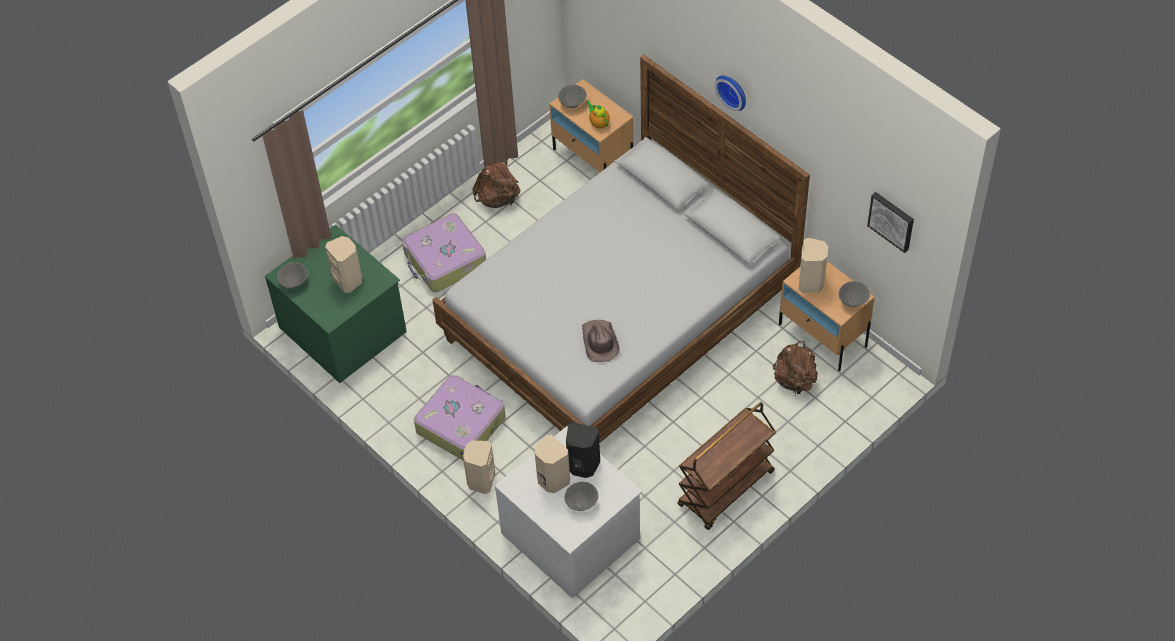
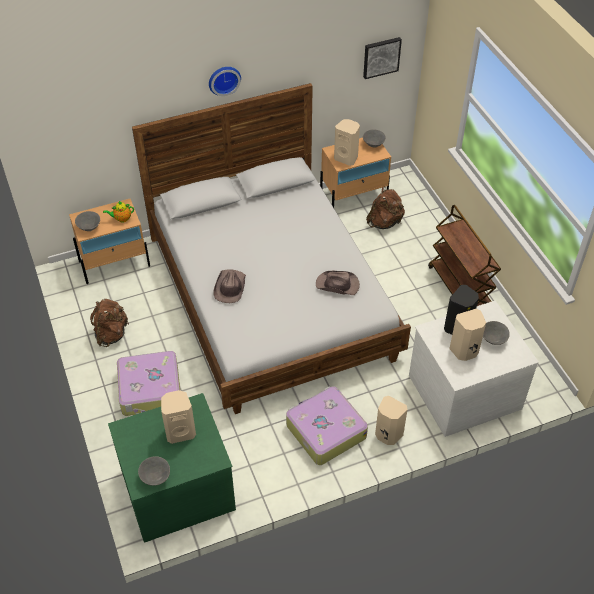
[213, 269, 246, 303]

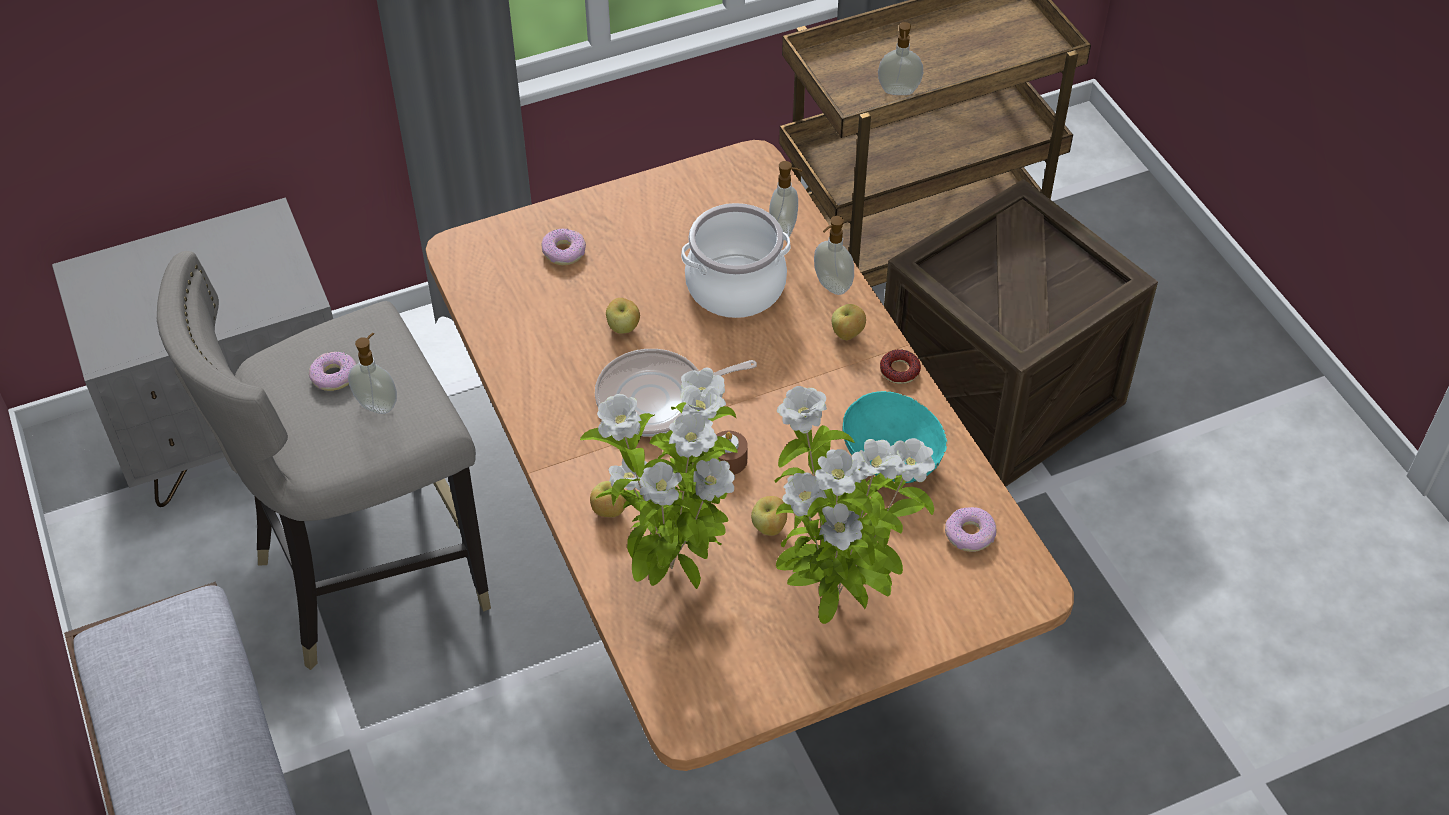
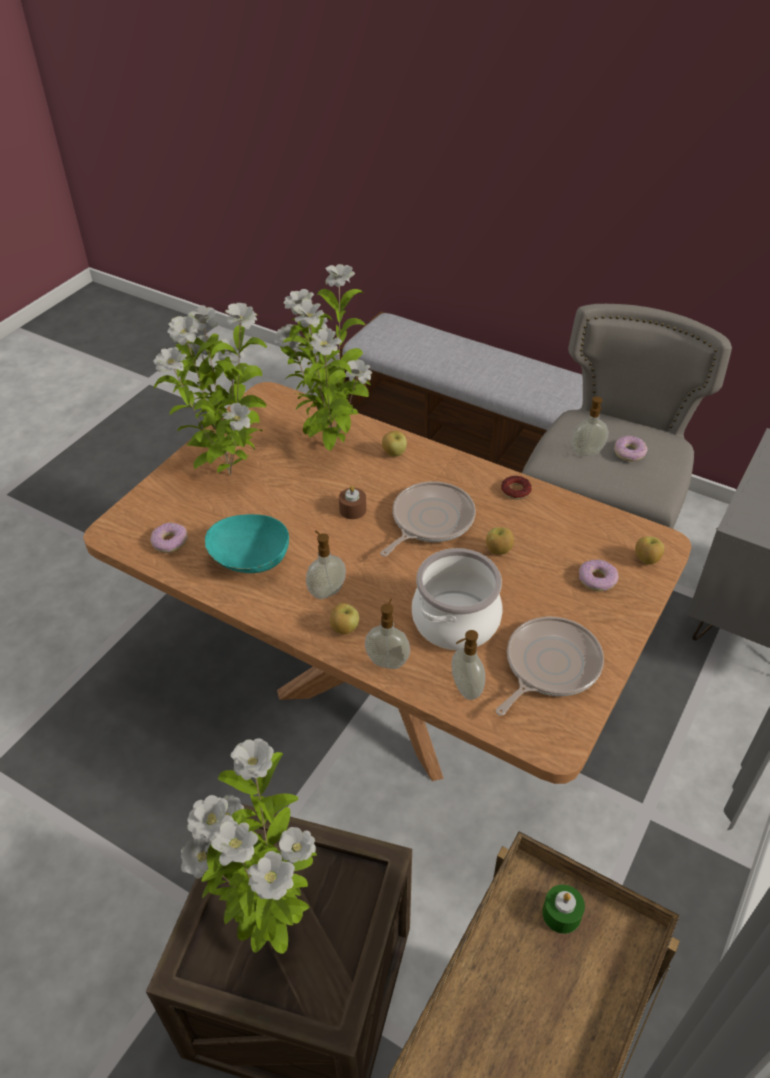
[635, 536, 664, 564]
[306, 531, 346, 599]
[501, 476, 532, 500]
[181, 738, 317, 954]
[496, 617, 604, 716]
[542, 885, 585, 934]

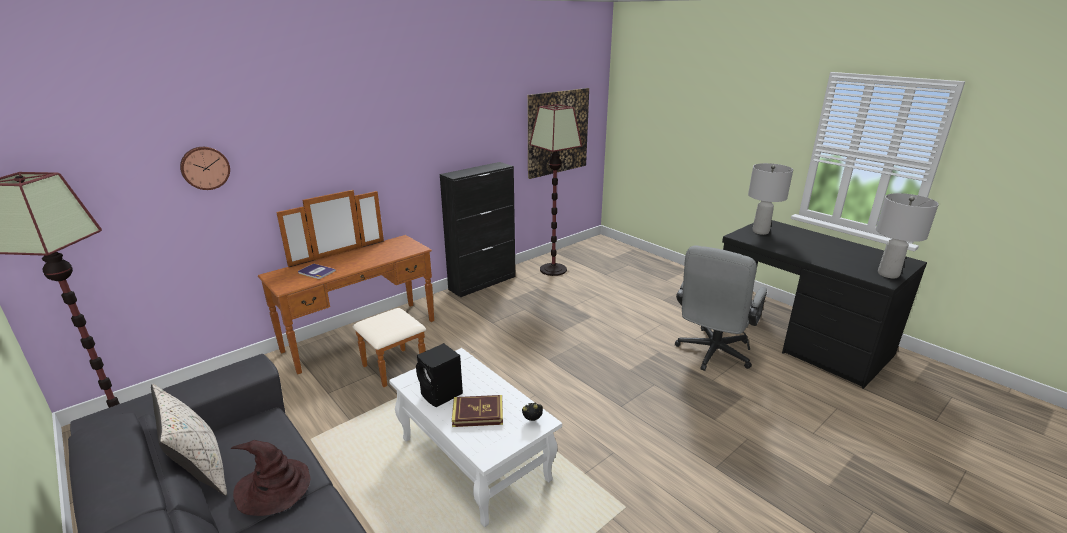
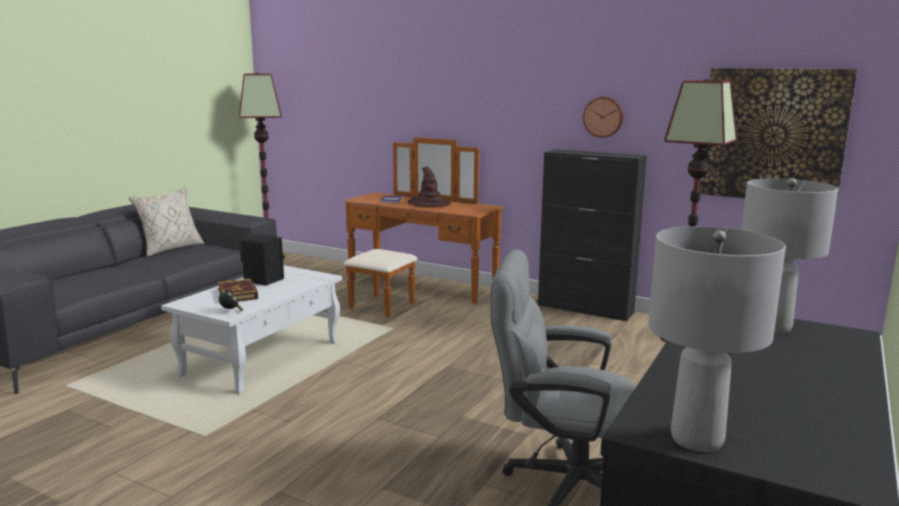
[583, 97, 623, 138]
[408, 167, 451, 207]

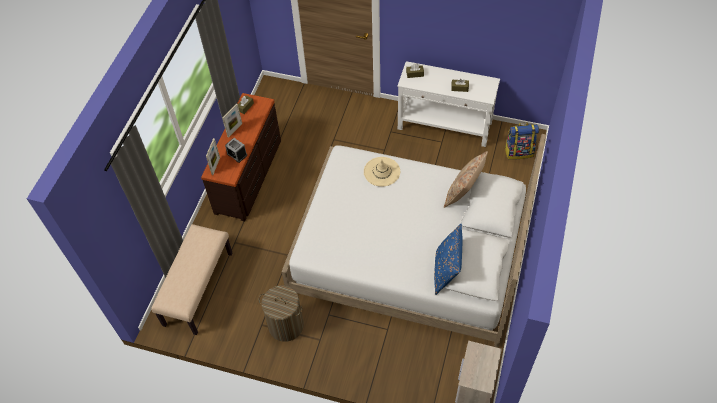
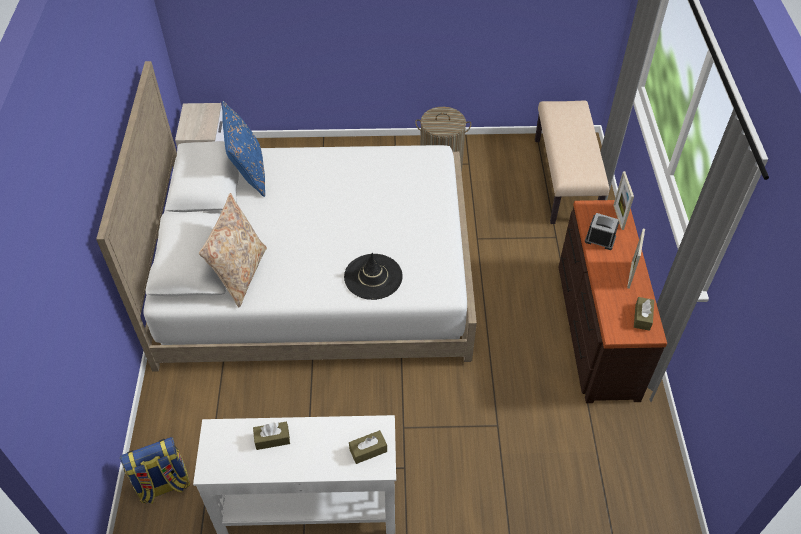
[344, 253, 403, 300]

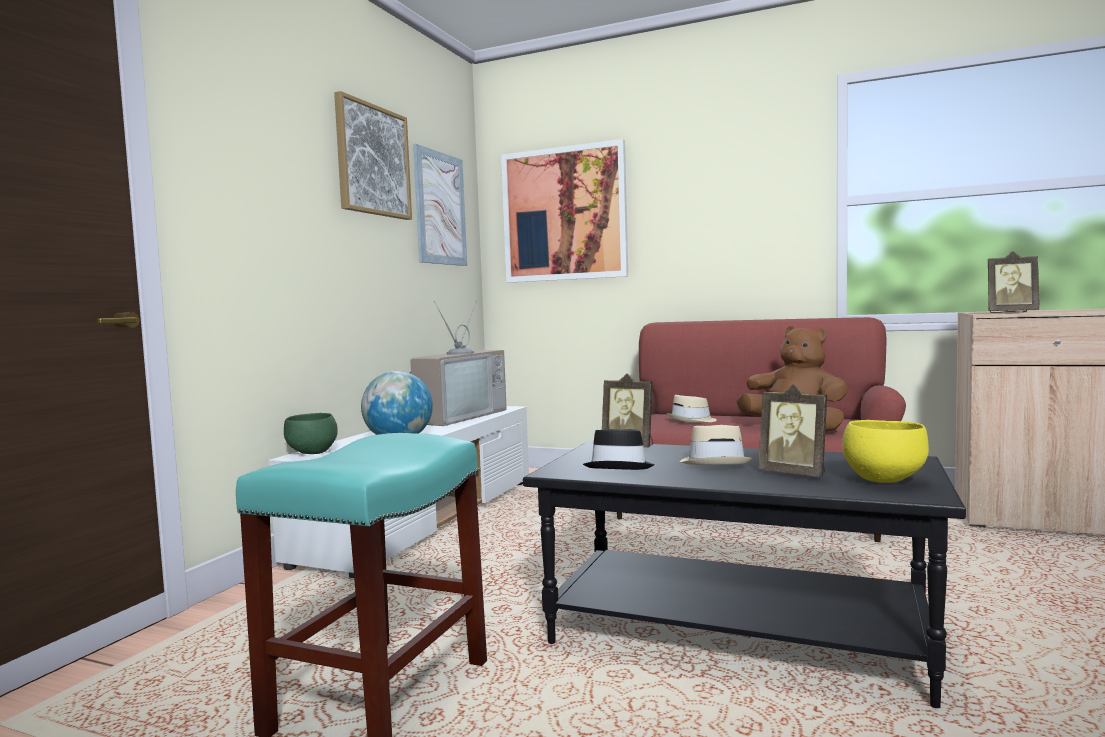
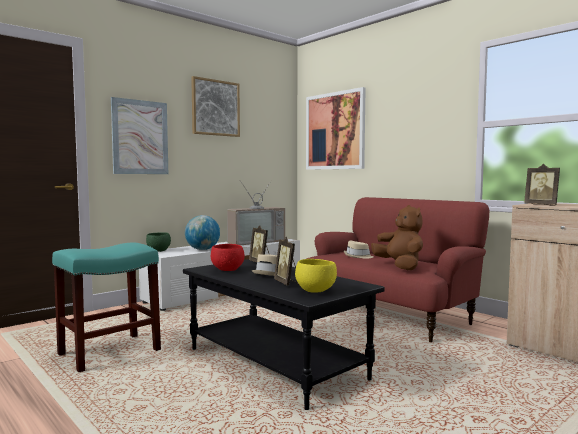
[111, 97, 168, 174]
[211, 244, 245, 271]

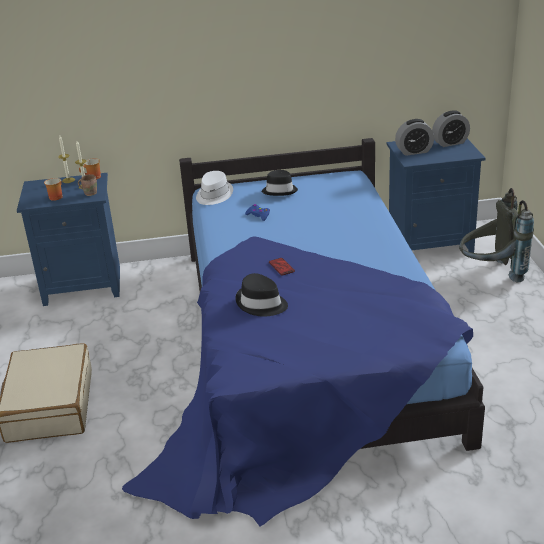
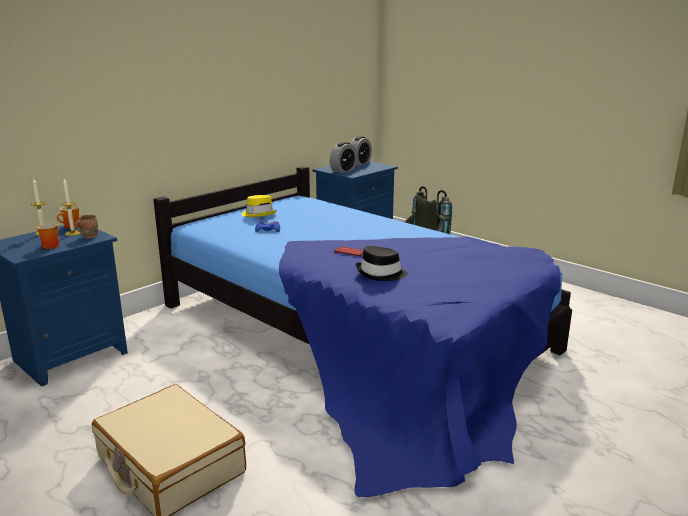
[196, 171, 233, 205] (first image)
[242, 195, 277, 217]

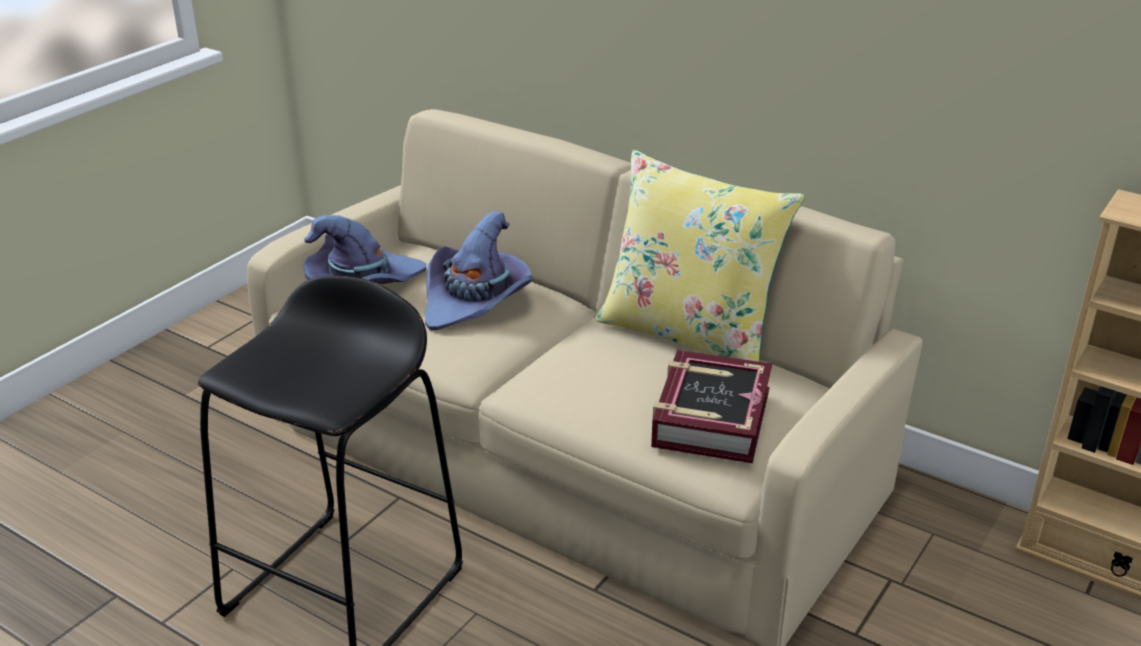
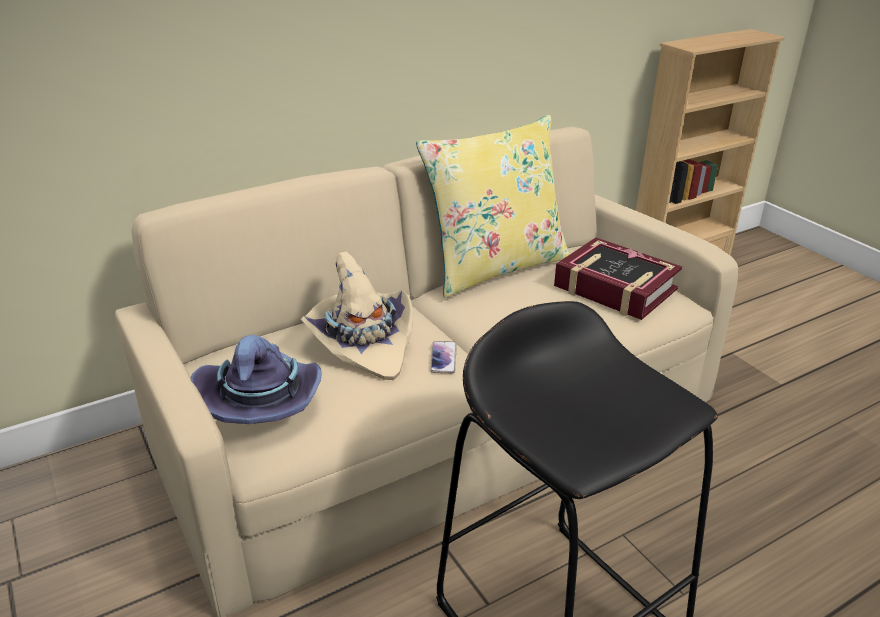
[301, 252, 414, 380]
[430, 341, 456, 373]

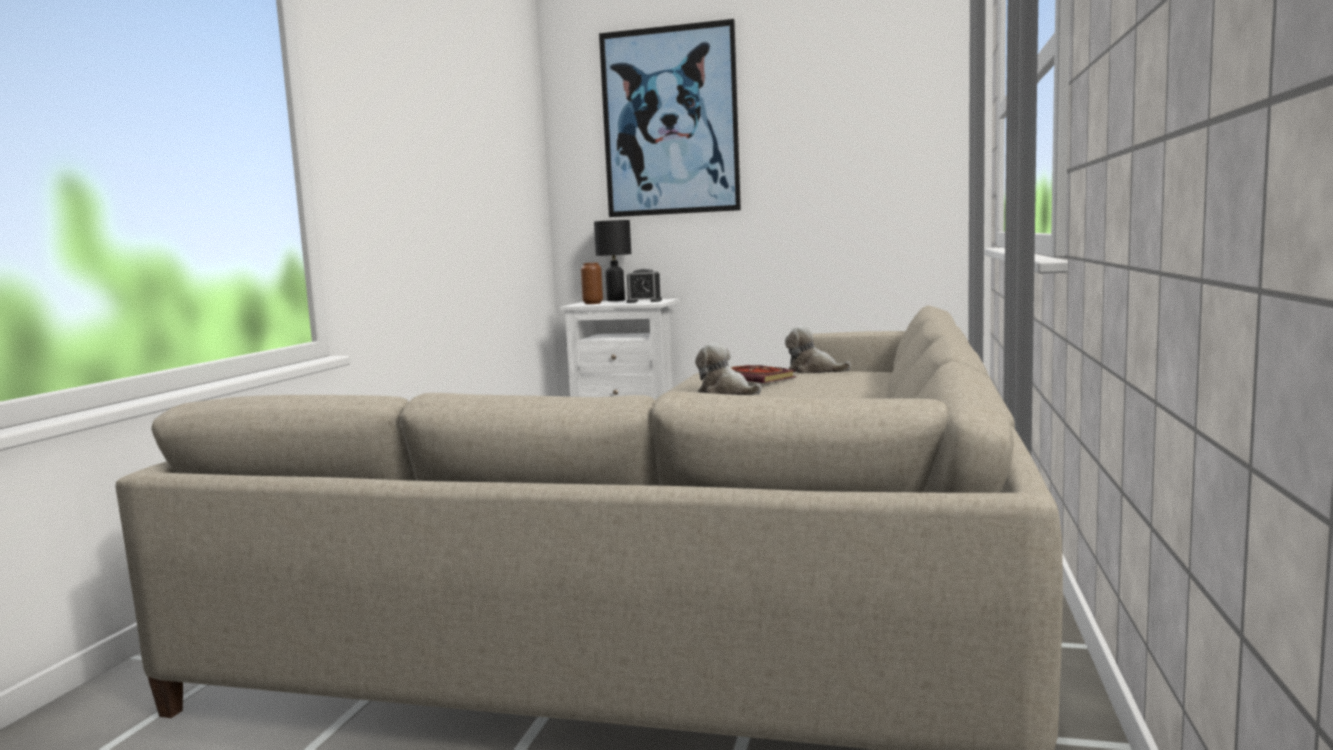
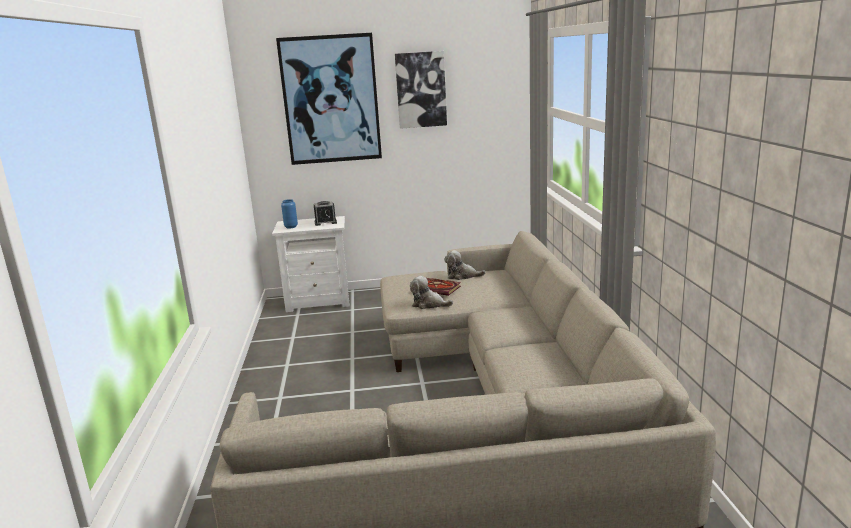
[281, 199, 298, 228]
[594, 220, 631, 301] (first image)
[395, 51, 447, 129]

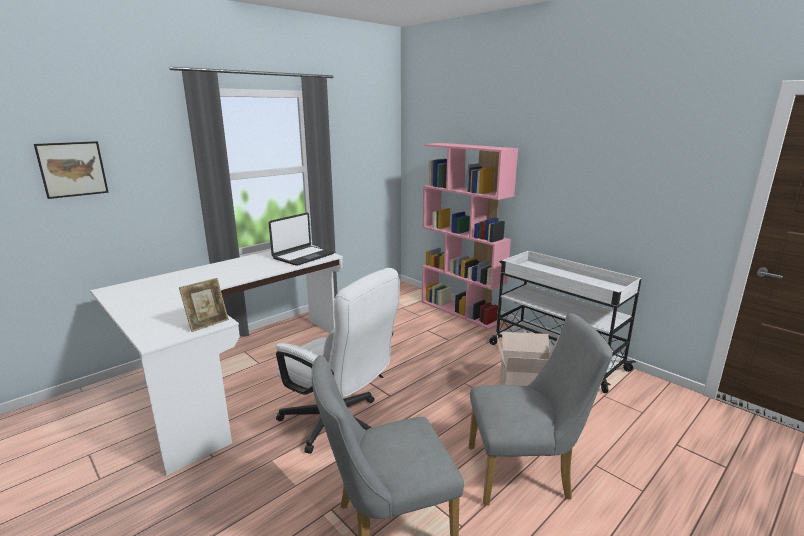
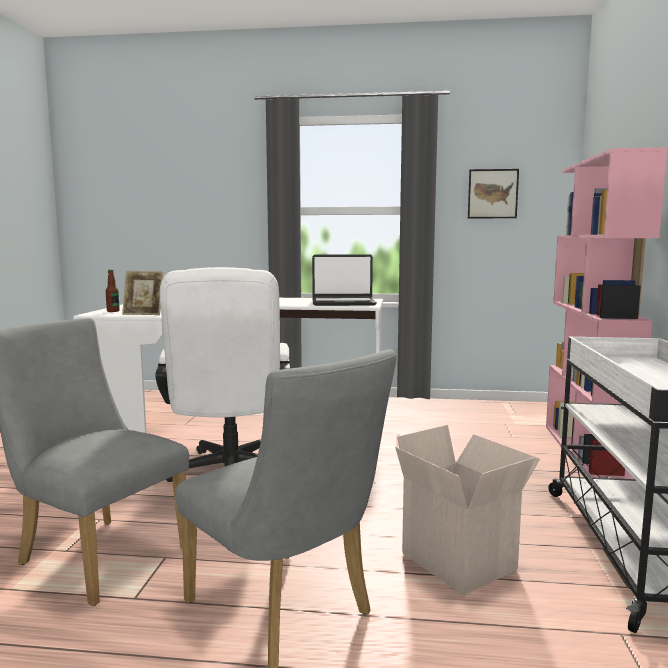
[468, 169, 519, 218]
[106, 270, 120, 312]

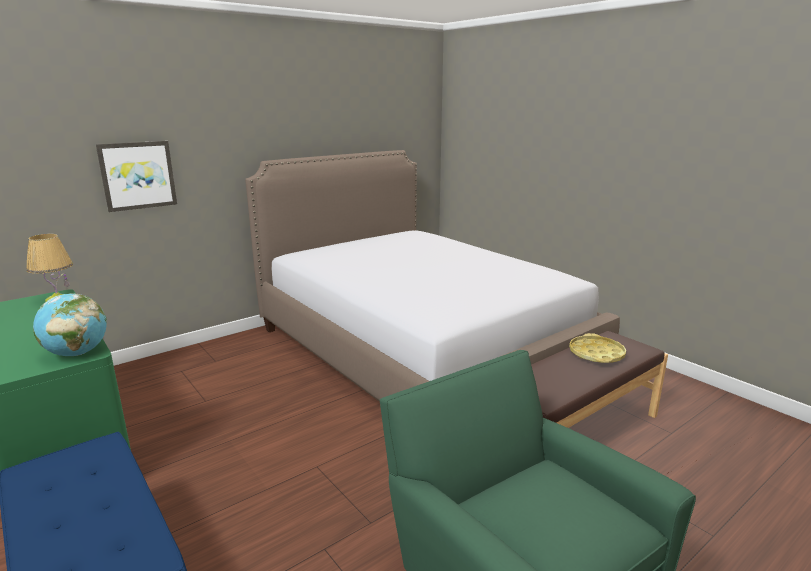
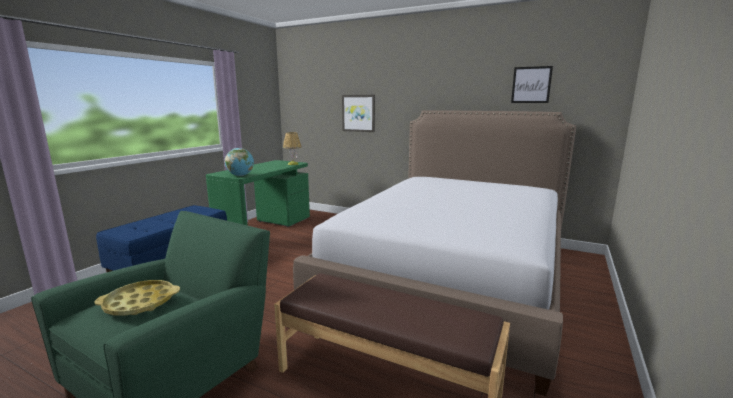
[94, 280, 180, 316]
[511, 66, 553, 103]

